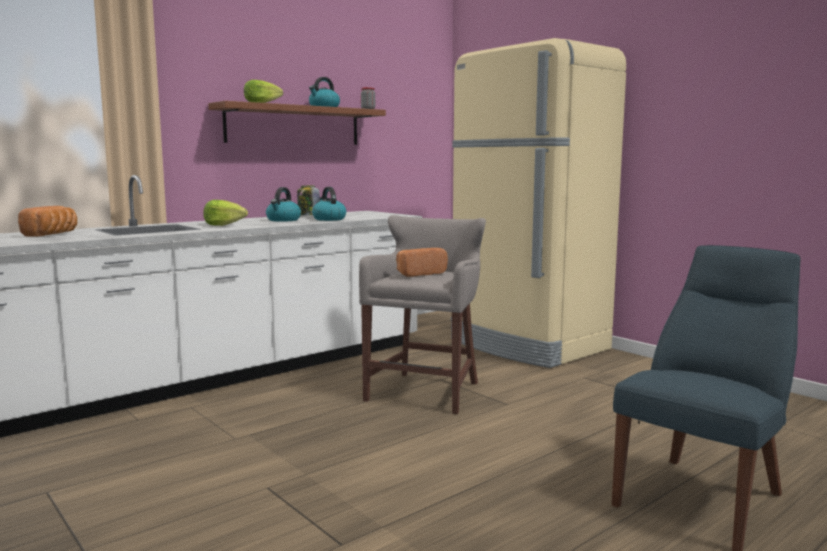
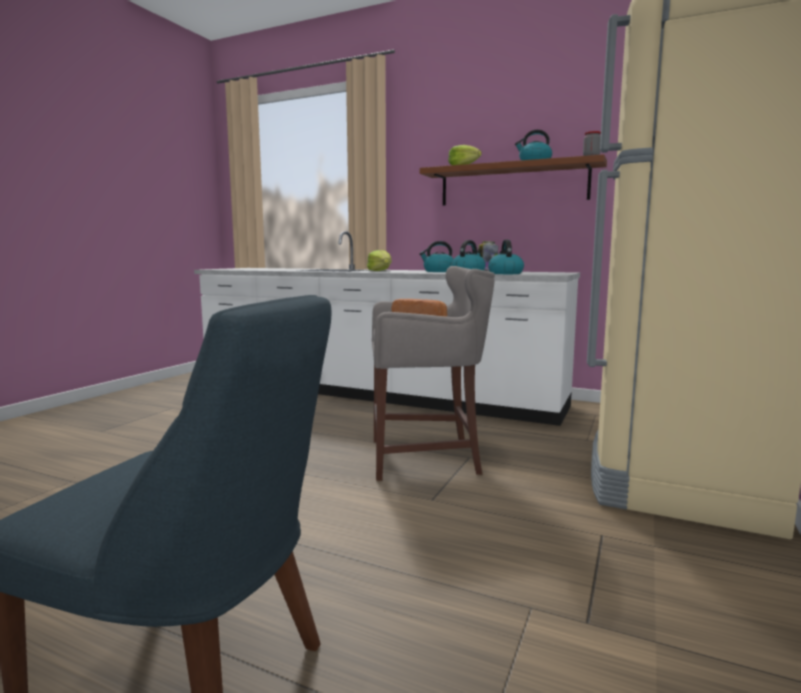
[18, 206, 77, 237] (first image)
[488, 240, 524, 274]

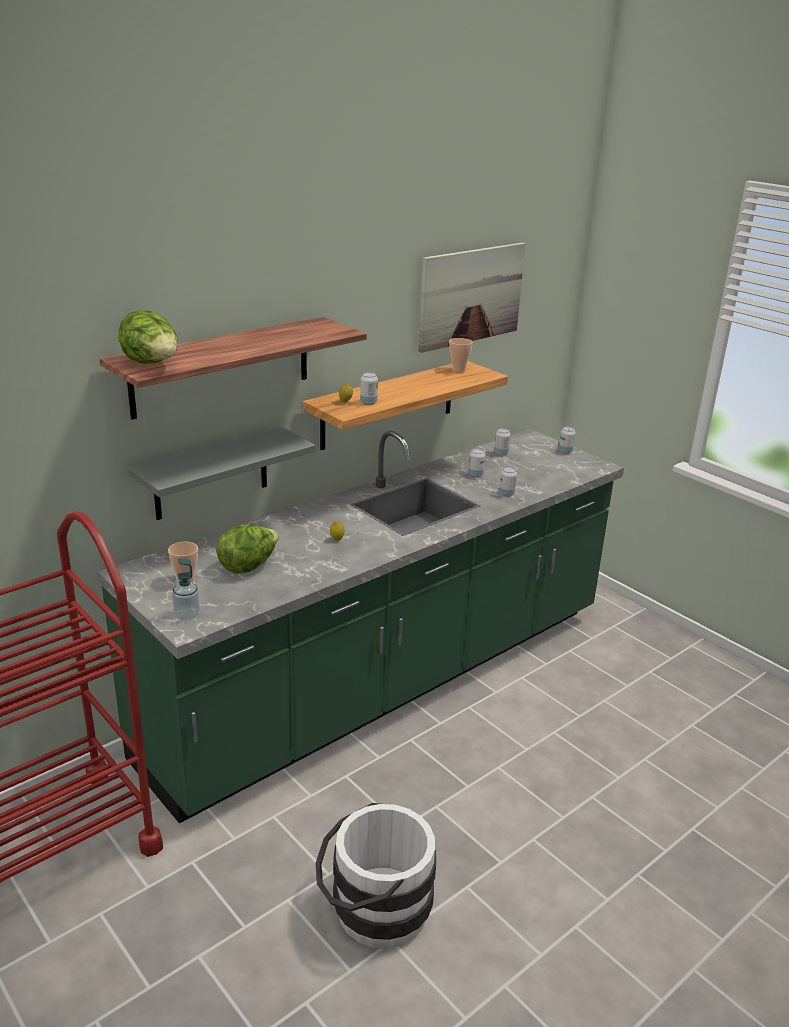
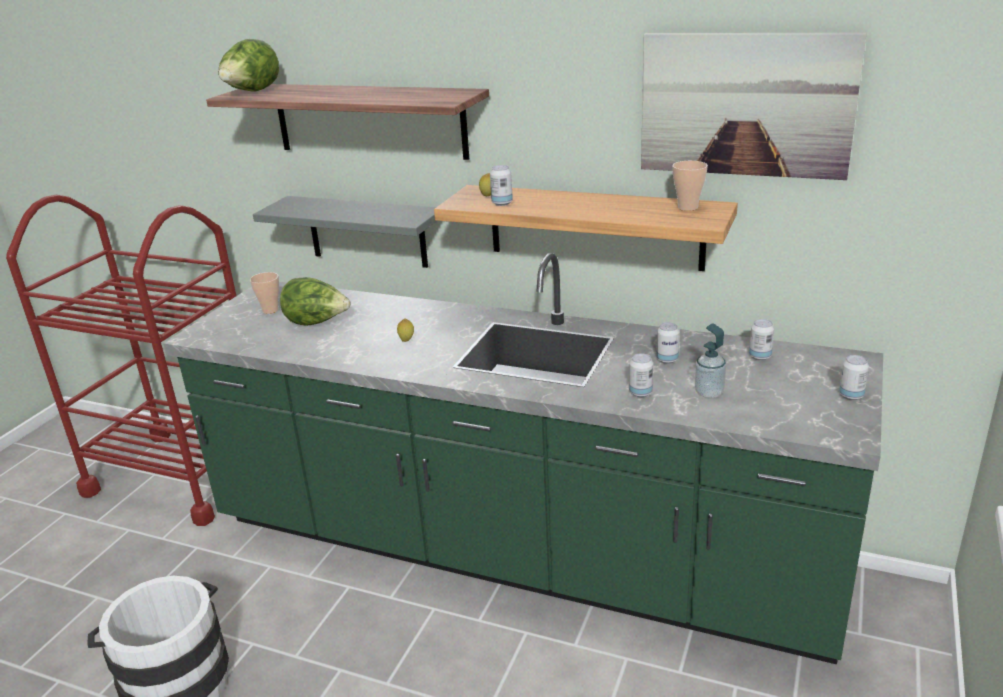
[695, 324, 726, 398]

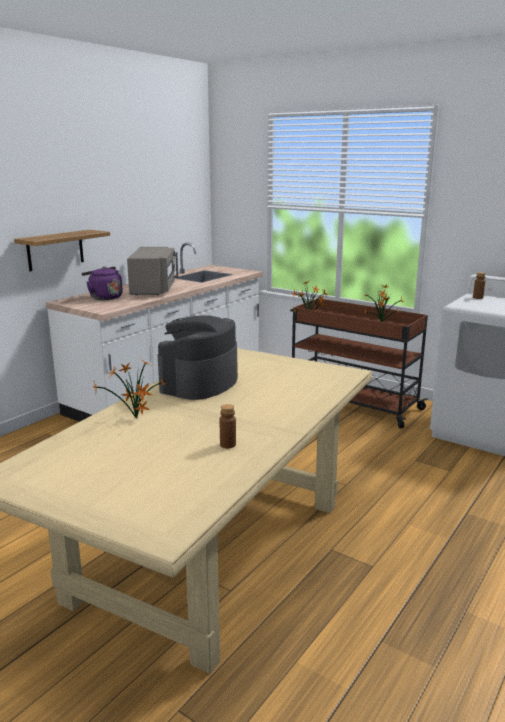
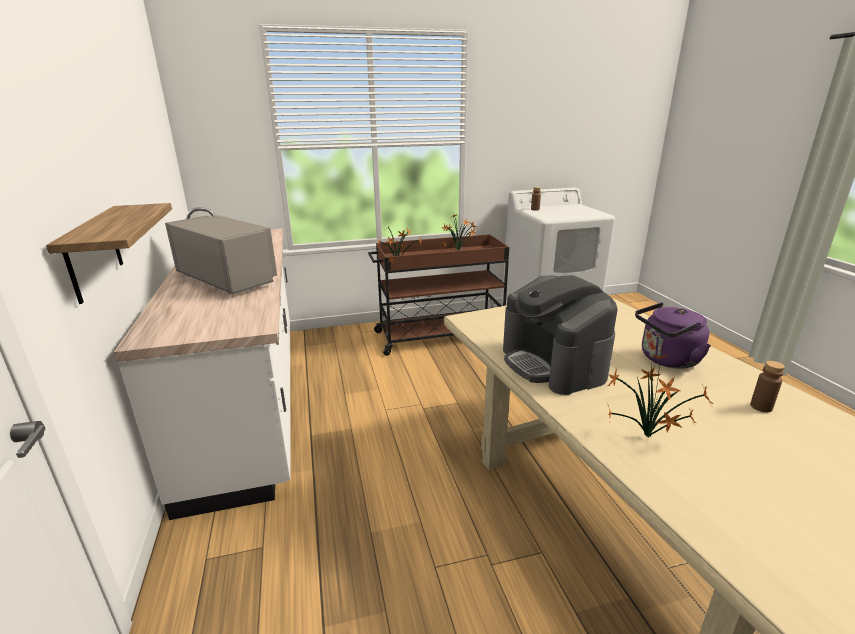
[635, 302, 711, 369]

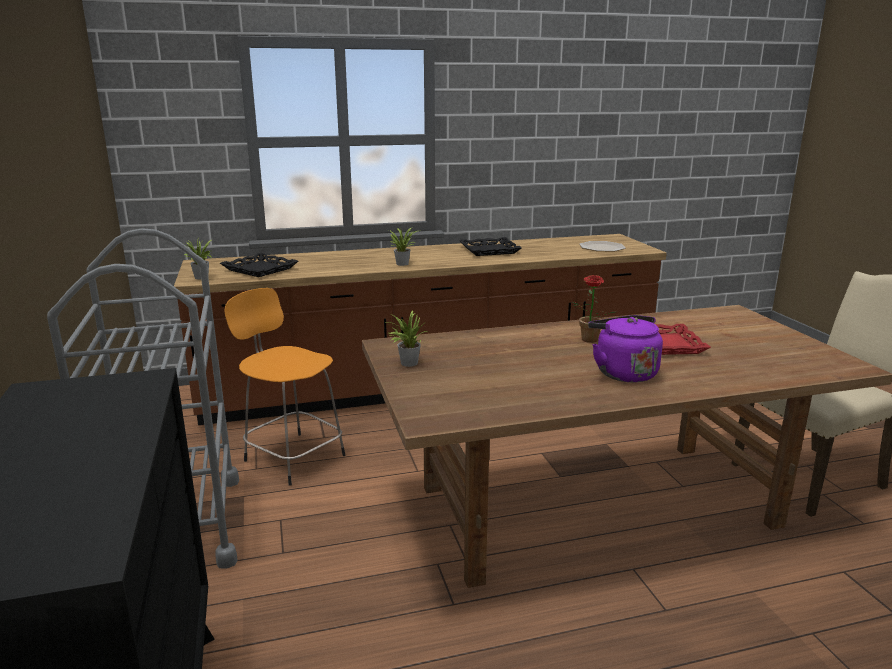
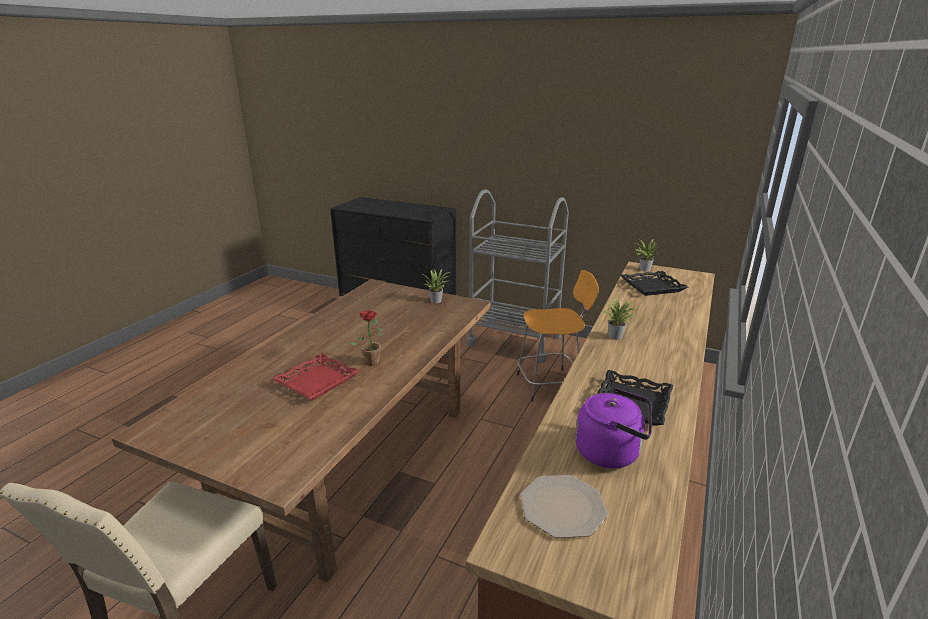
[575, 388, 652, 468]

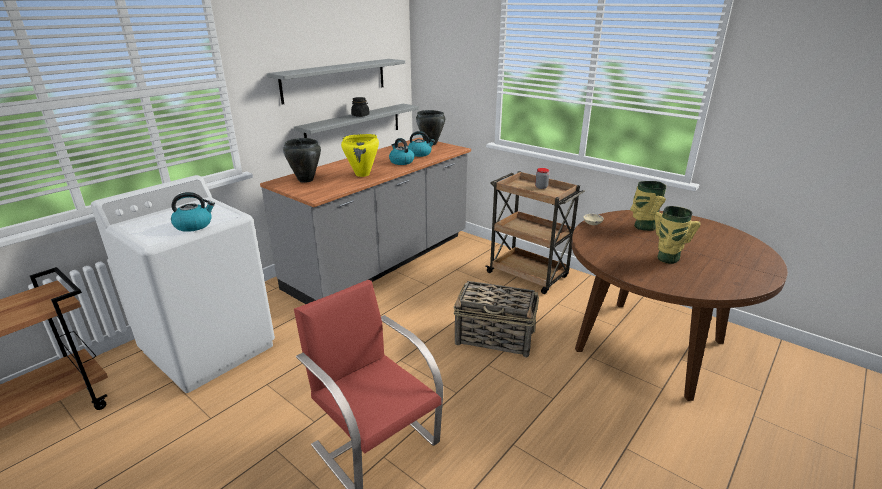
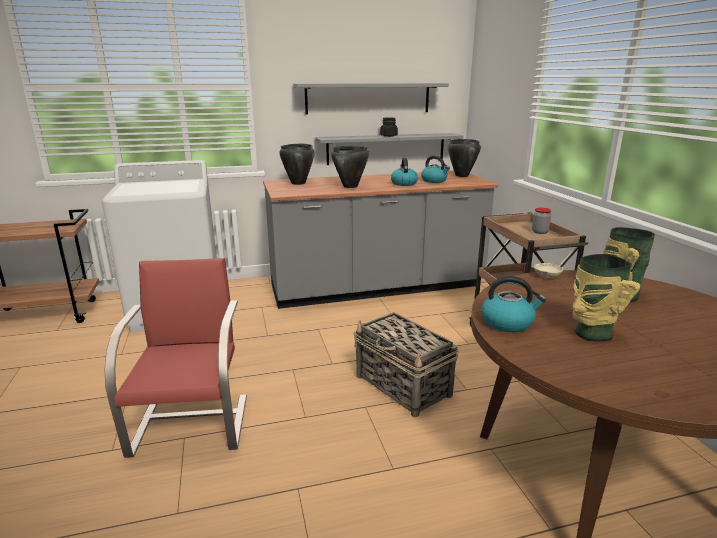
[481, 276, 546, 332]
[331, 146, 369, 188]

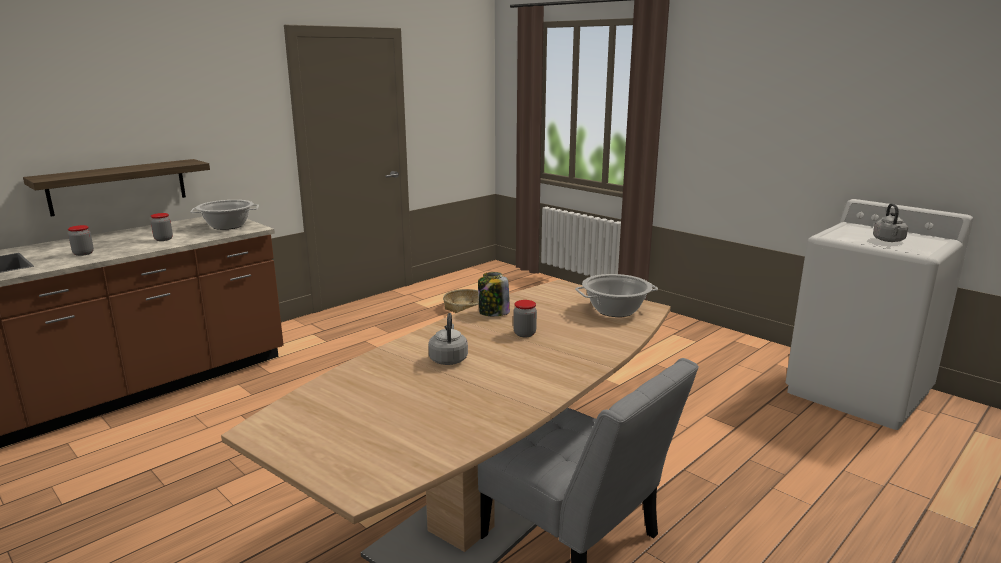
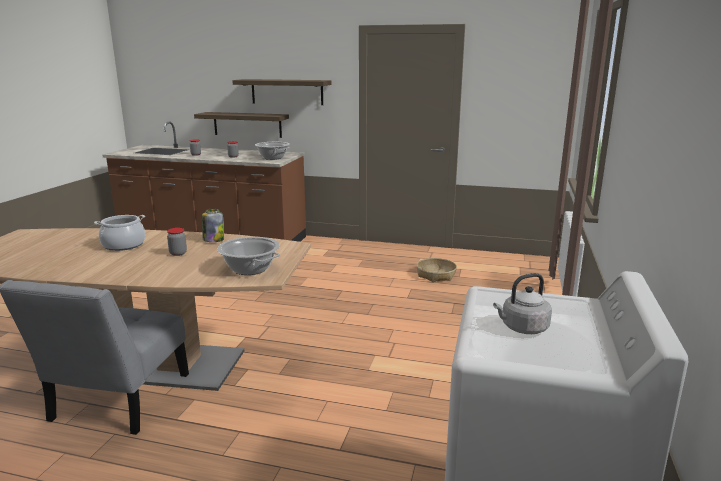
[94, 215, 145, 251]
[232, 79, 332, 105]

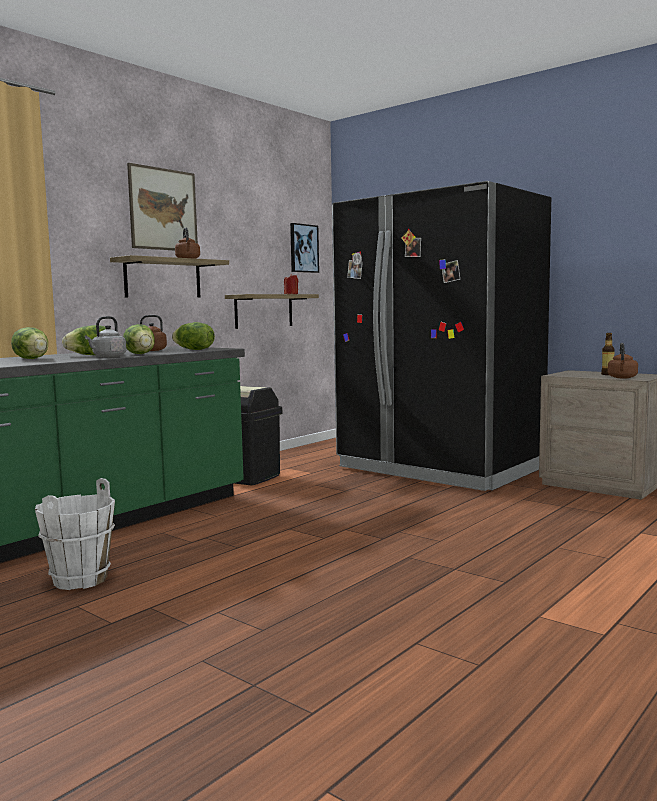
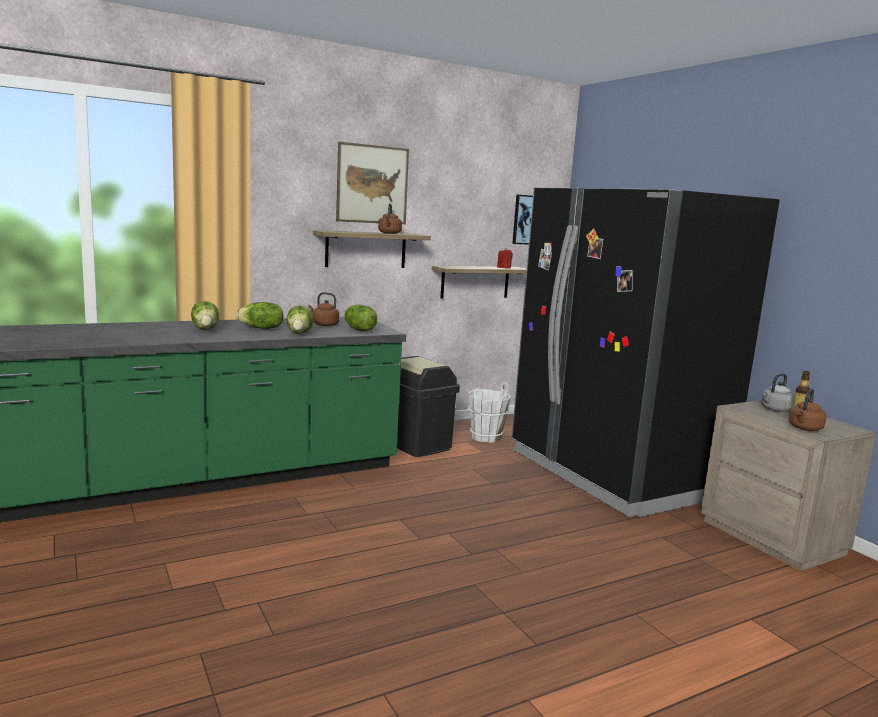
[468, 382, 511, 443]
[761, 373, 795, 412]

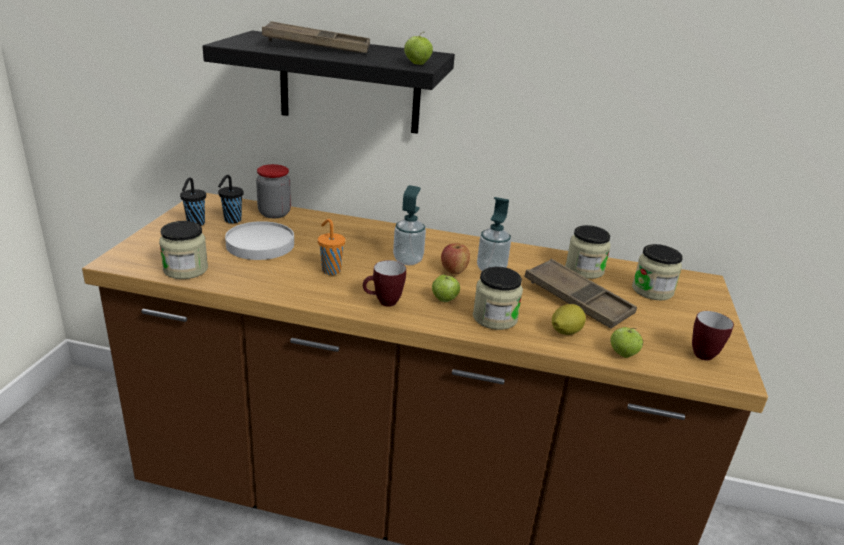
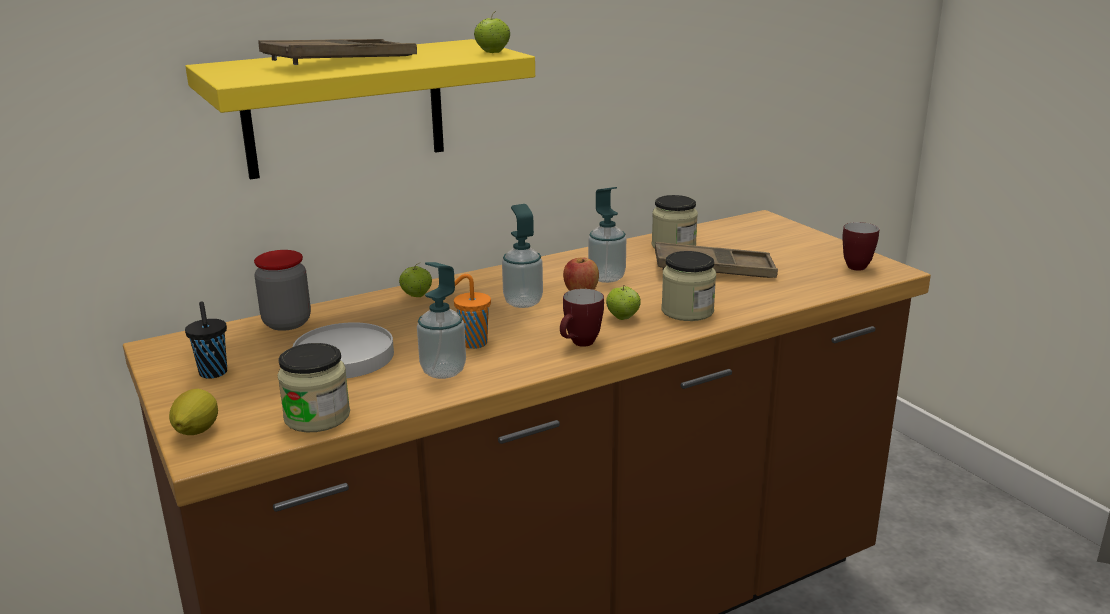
[185, 39, 535, 180]
[218, 175, 243, 223] (first image)
[169, 389, 218, 435]
[399, 263, 432, 297]
[632, 244, 683, 301] (first image)
[417, 262, 466, 379]

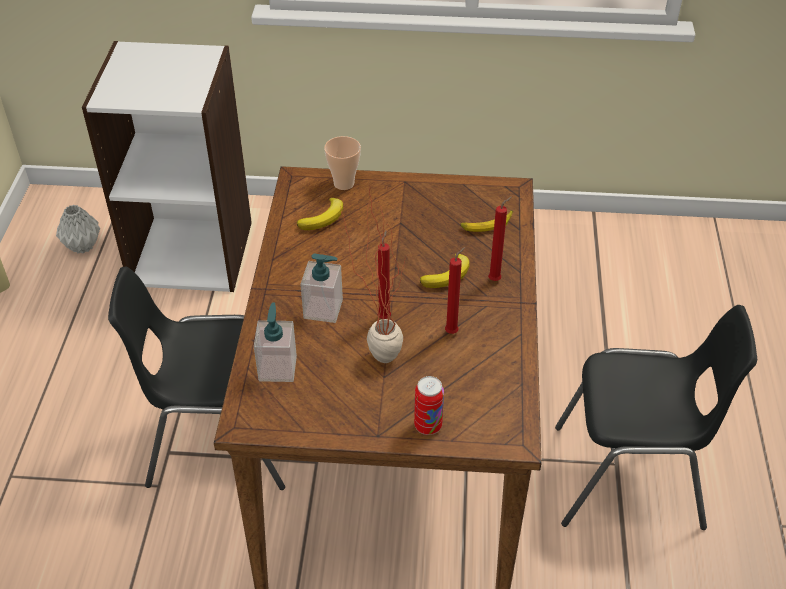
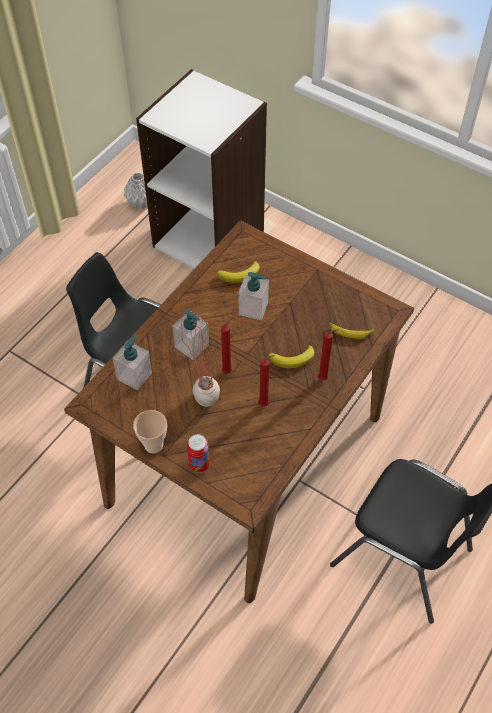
[133, 410, 167, 454]
[238, 272, 269, 320]

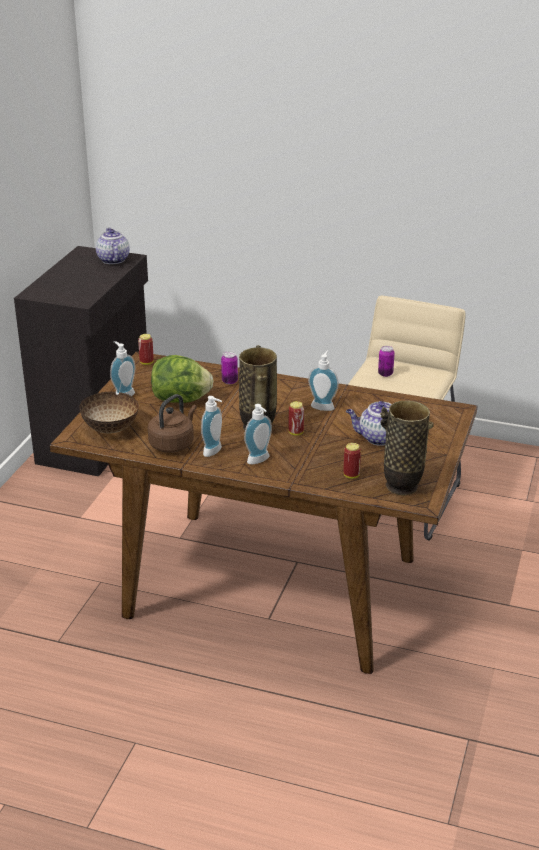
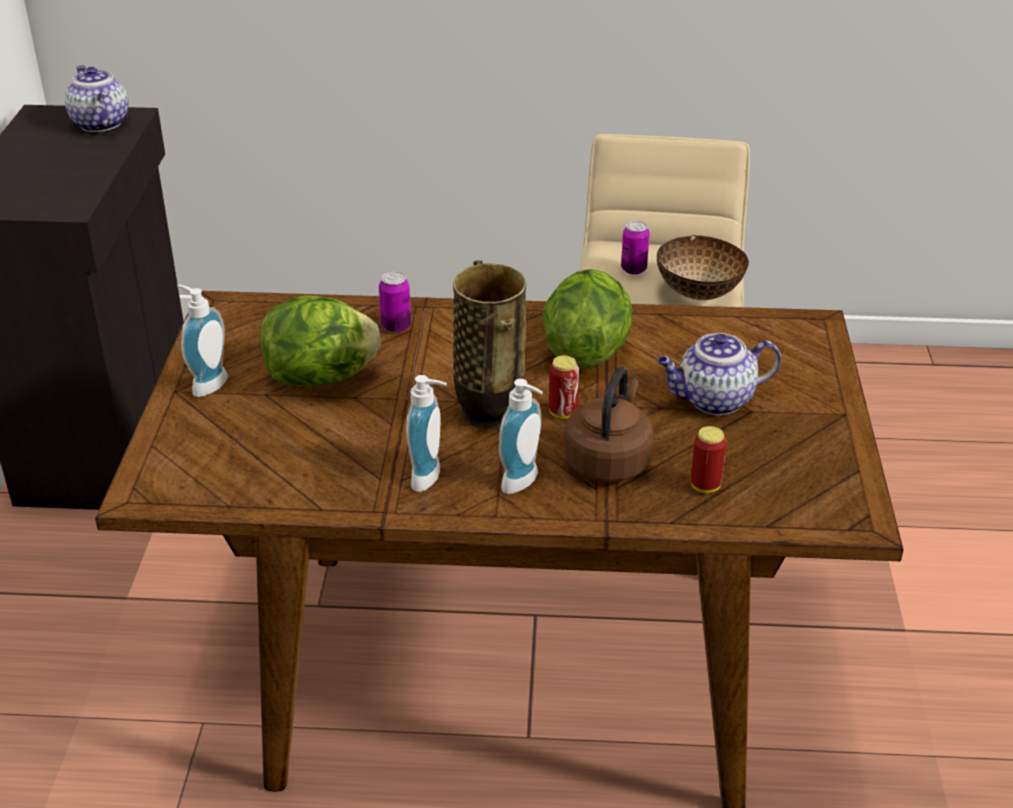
[657, 235, 749, 300]
[138, 334, 154, 365] (first image)
[564, 367, 654, 482]
[542, 269, 633, 369]
[380, 401, 434, 496] (first image)

